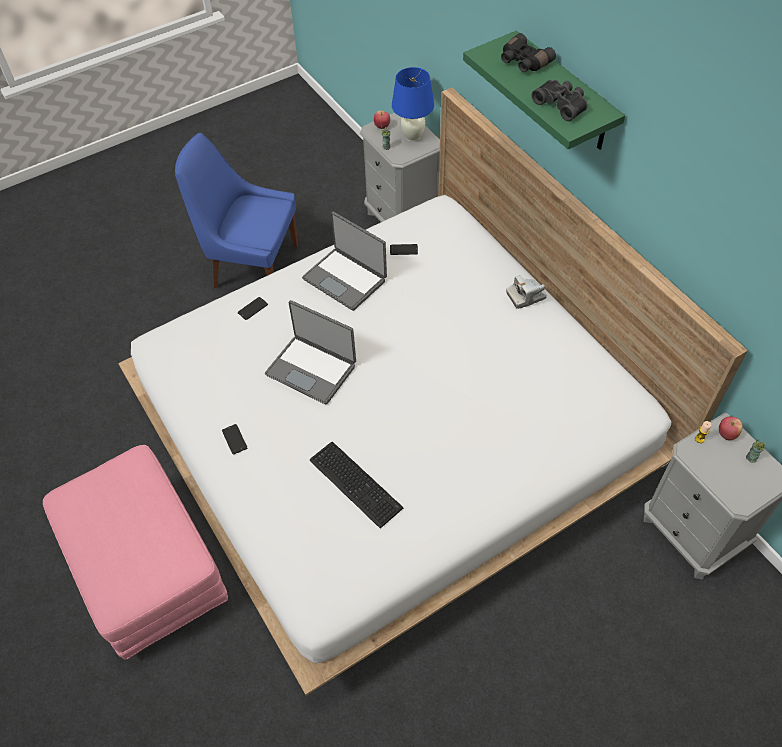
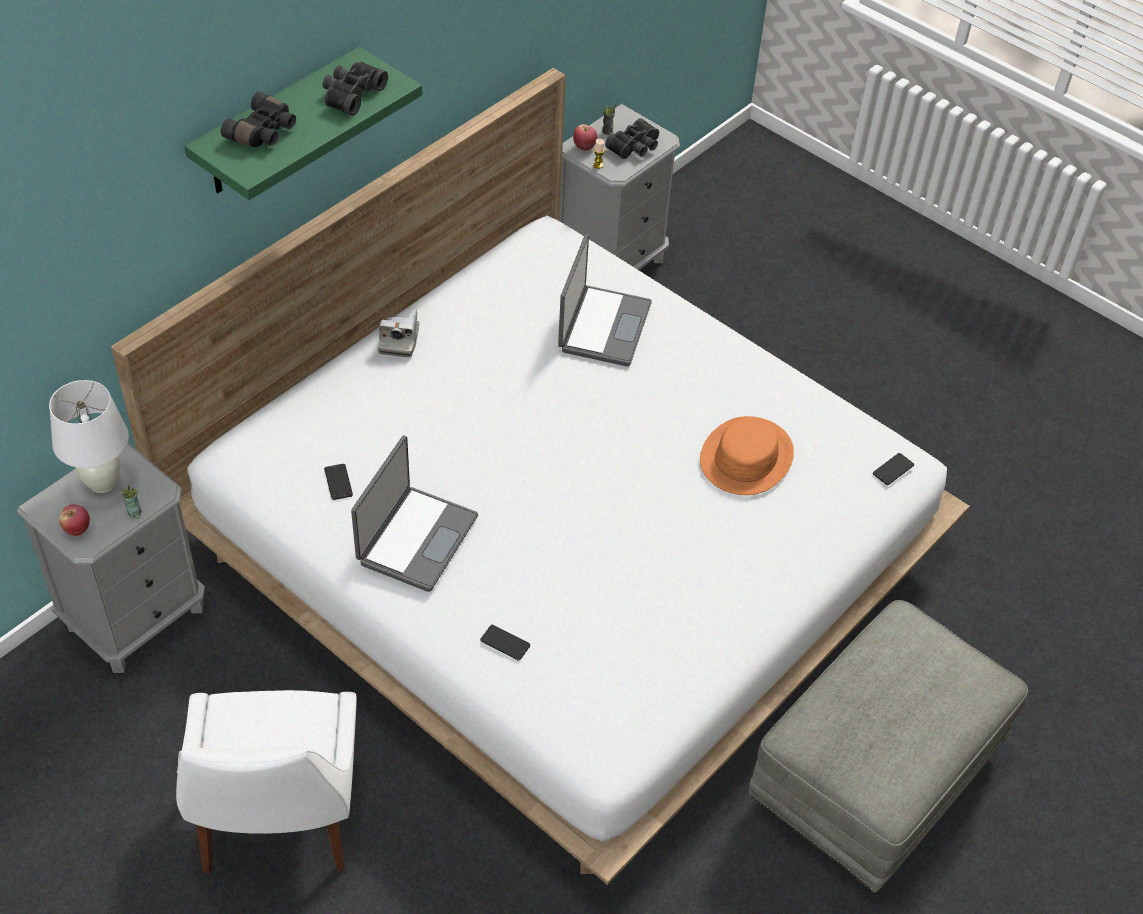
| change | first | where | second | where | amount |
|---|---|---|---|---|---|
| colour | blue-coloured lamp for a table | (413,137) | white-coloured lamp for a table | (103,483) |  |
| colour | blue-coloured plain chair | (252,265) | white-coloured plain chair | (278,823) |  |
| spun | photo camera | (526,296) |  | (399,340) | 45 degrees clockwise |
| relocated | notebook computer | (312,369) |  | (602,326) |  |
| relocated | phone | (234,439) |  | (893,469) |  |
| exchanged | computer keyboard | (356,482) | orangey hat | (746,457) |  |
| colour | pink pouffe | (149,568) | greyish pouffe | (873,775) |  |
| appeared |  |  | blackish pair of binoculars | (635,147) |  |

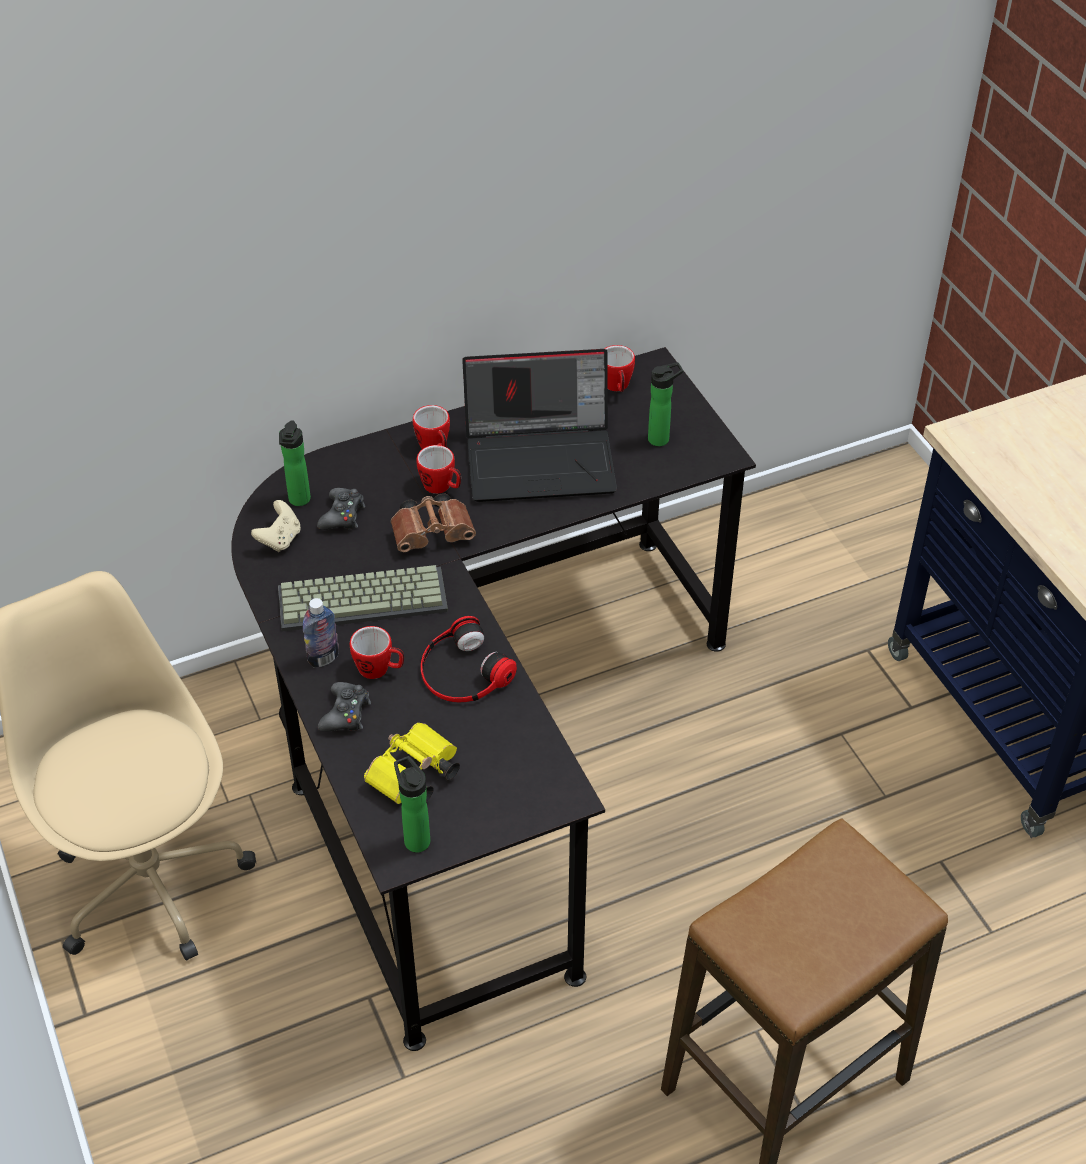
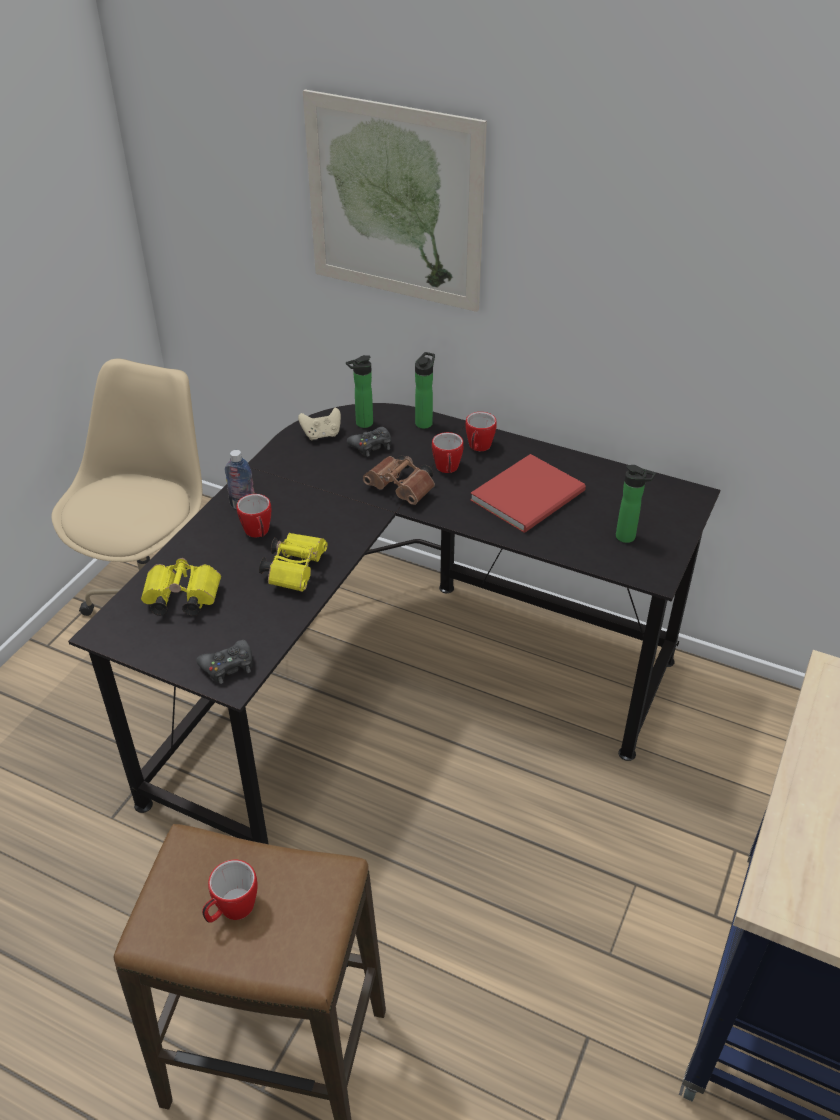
| change | first | where | second | where | amount |
|---|---|---|---|---|---|
| relocated | coffee mug | (617,387) |  | (231,910) |  |
| exchanged | notebook computer | (542,458) | reddish bound book | (531,495) |  |
| missing | computer keyboard | (364,598) |  |  |  |
| exchanged | pair of headphones | (463,671) | yellow pair of binoculars | (295,569) |  |
| relocated | blackish gamepad | (346,713) |  | (228,666) |  |
| relocated | bottle | (415,838) |  | (425,422) |  |
| appeared |  |  | picture | (394,203) |  |

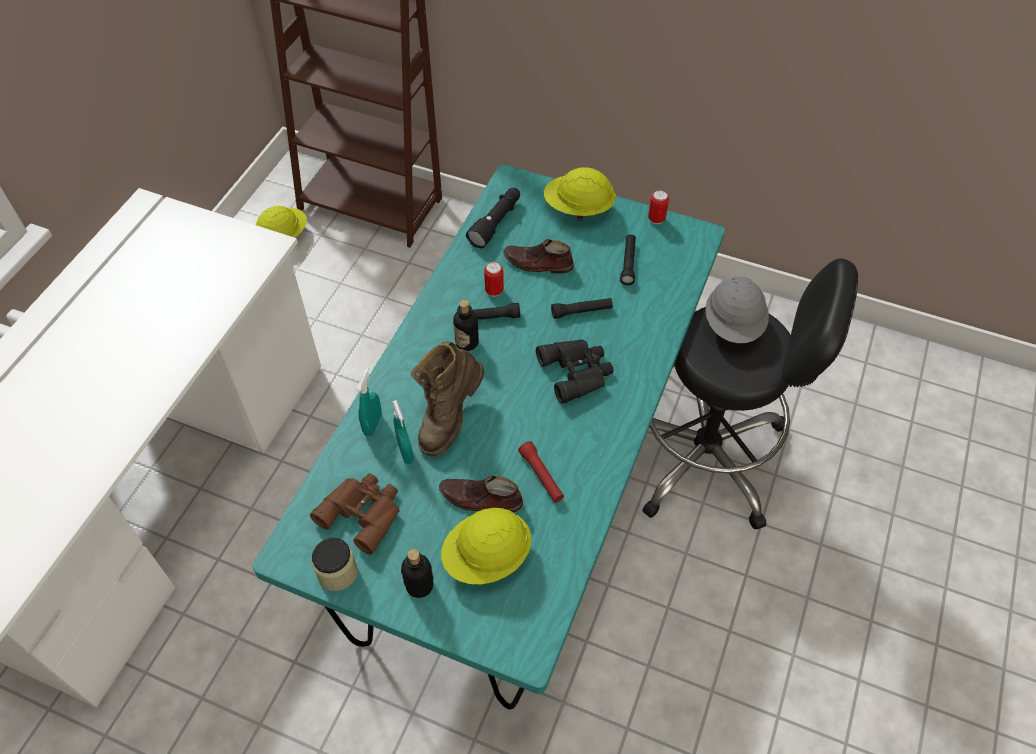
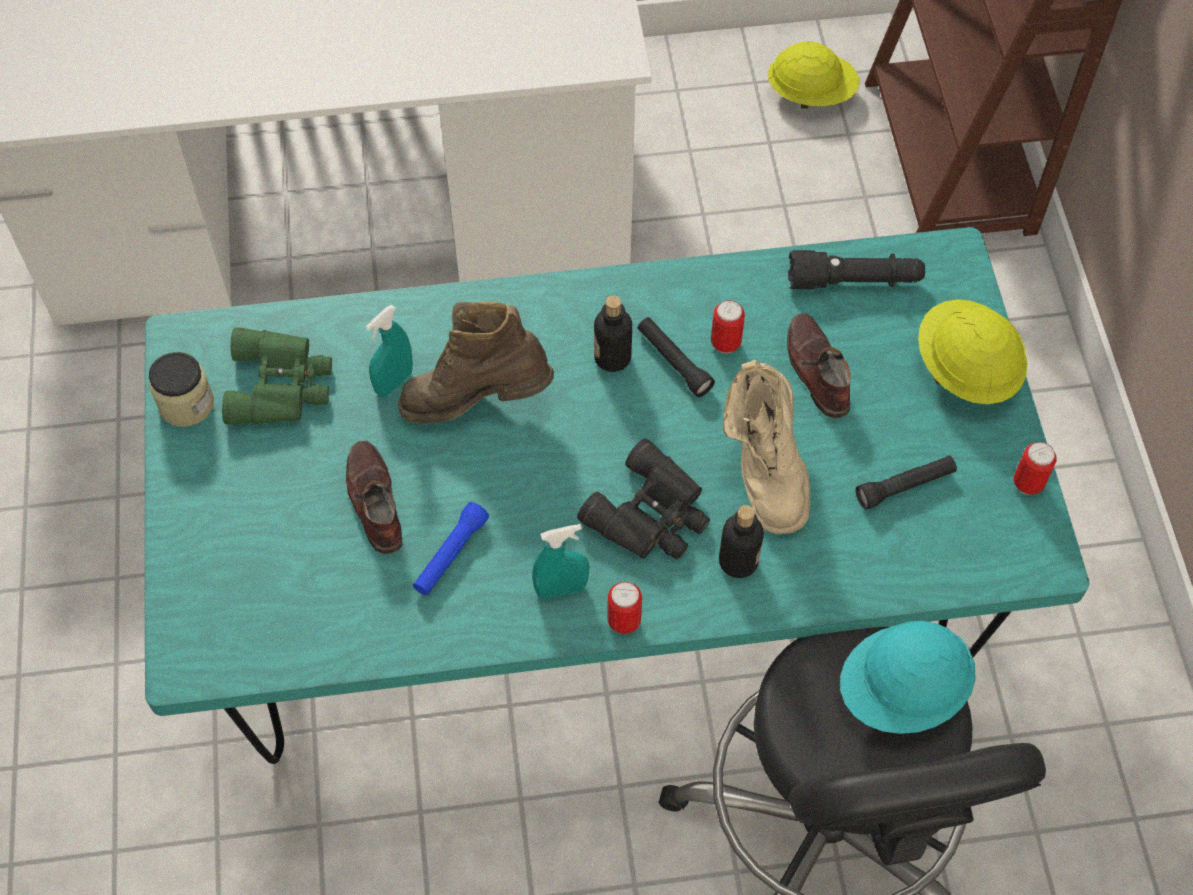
| change | first | where | second | where | amount |
|---|---|---|---|---|---|
| colour | greyish work helmet | (733,325) | turquoise-coloured work helmet | (902,692) |  |
| exchanged | blackish hand torch | (581,312) | beige-coloured boot | (765,469) |  |
| relocated | turquoise-coloured hand sprayer | (373,424) |  | (561,589) |  |
| colour | reddish hand torch | (541,476) | blue-coloured hand torch | (450,555) |  |
| colour | brown pair of binoculars | (363,512) | green pair of binoculars | (282,385) |  |
| missing | yellow work helmet | (487,557) |  |  |  |
| relocated | bottle | (419,585) |  | (738,561) |  |
| appeared |  |  | metal can | (624,621) |  |

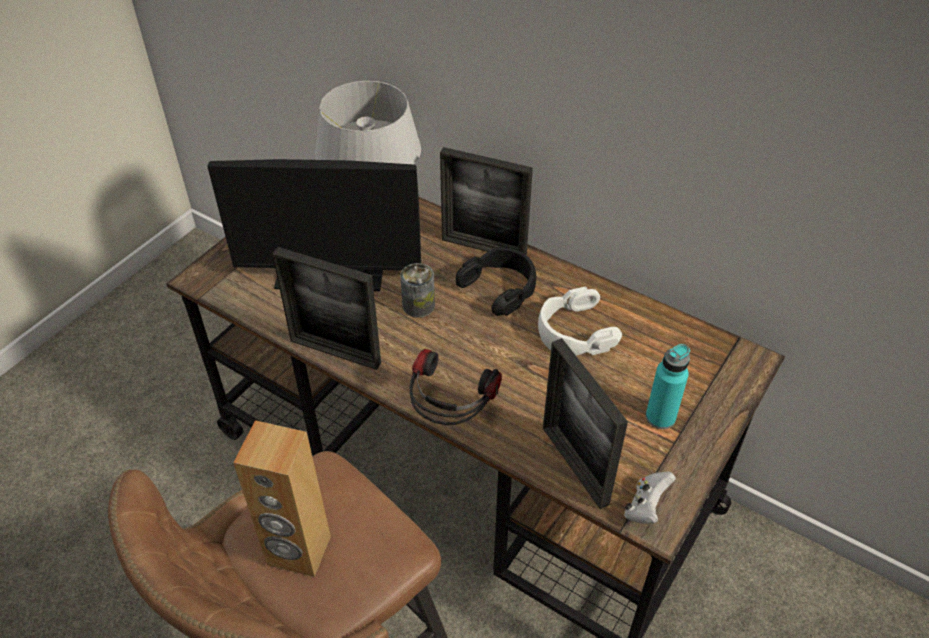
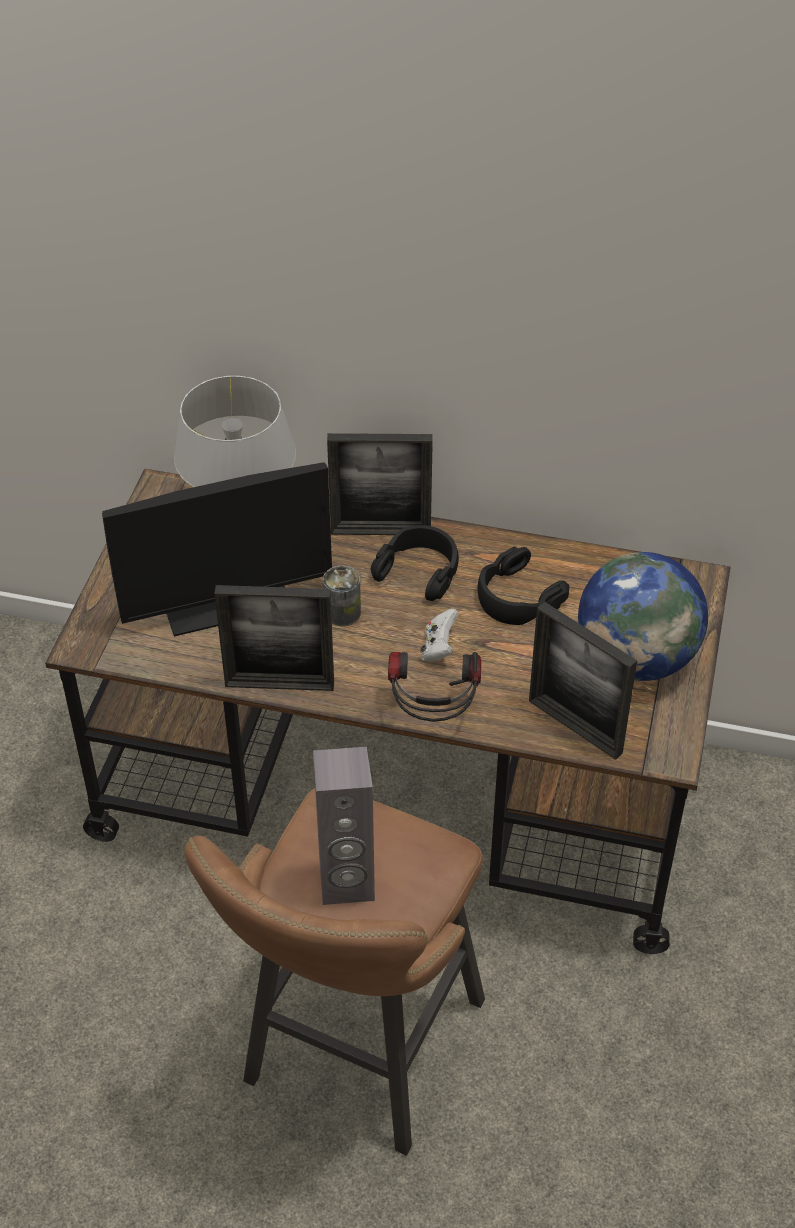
| change | first | where | second | where | amount |
|---|---|---|---|---|---|
| colour | white-coloured pair of headphones | (574,331) | blackish pair of headphones | (517,597) |  |
| exchanged | turquoise-coloured bottle | (660,417) | world globe | (636,658) |  |
| colour | brown audio speaker | (299,551) | greyish audio speaker | (347,883) |  |
| relocated | white-coloured gamepad | (645,507) |  | (438,648) |  |

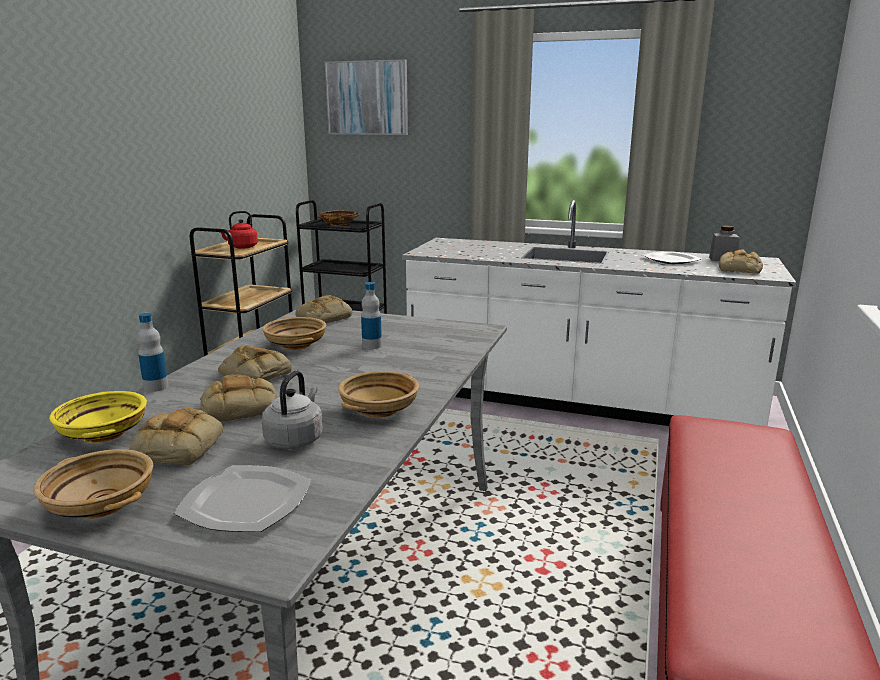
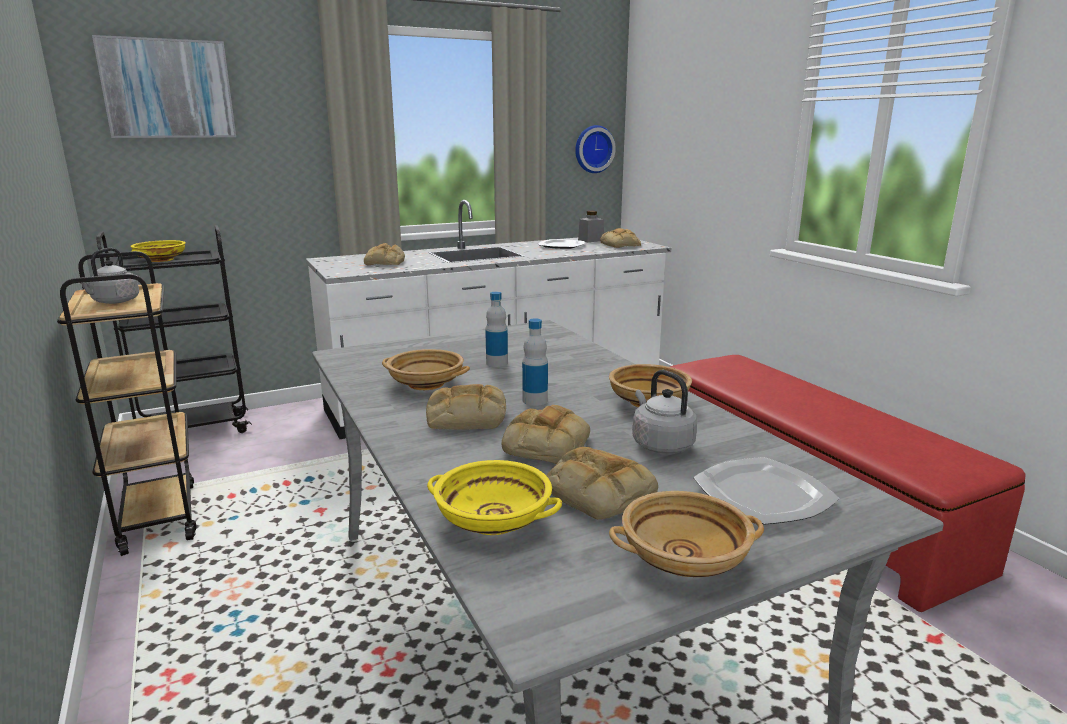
| change | first | where | second | where | amount |
|---|---|---|---|---|---|
| colour | brown serving bowl | (338,224) | yellow serving bowl | (161,259) |  |
| colour | reddish kettle | (241,247) | greyish kettle | (114,302) |  |
| relocated | bread | (324,318) |  | (385,262) |  |
| relocated | bottle | (156,387) |  | (535,400) |  |
| appeared |  |  | wall clock | (593,149) |  |

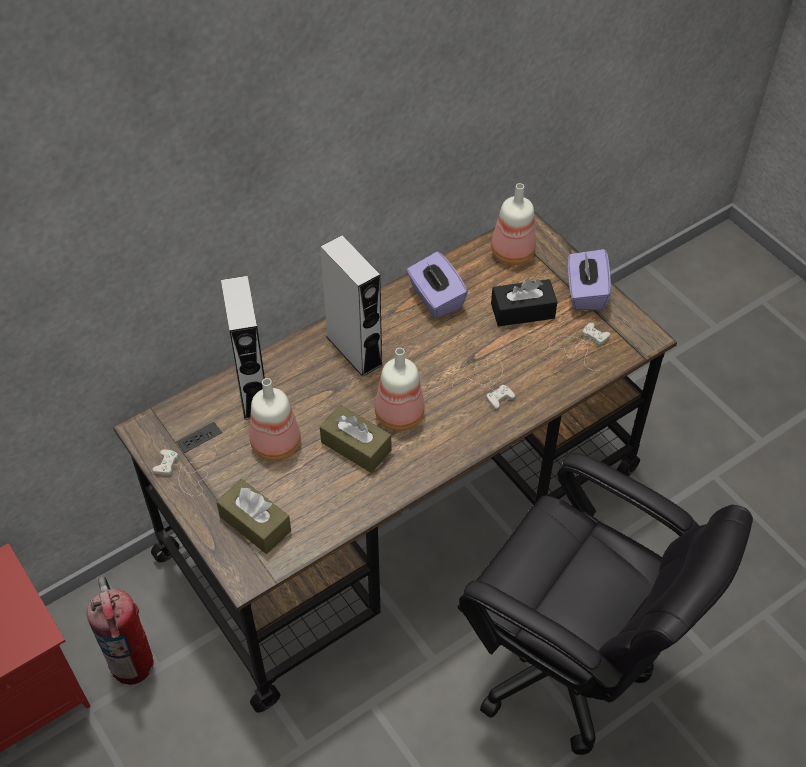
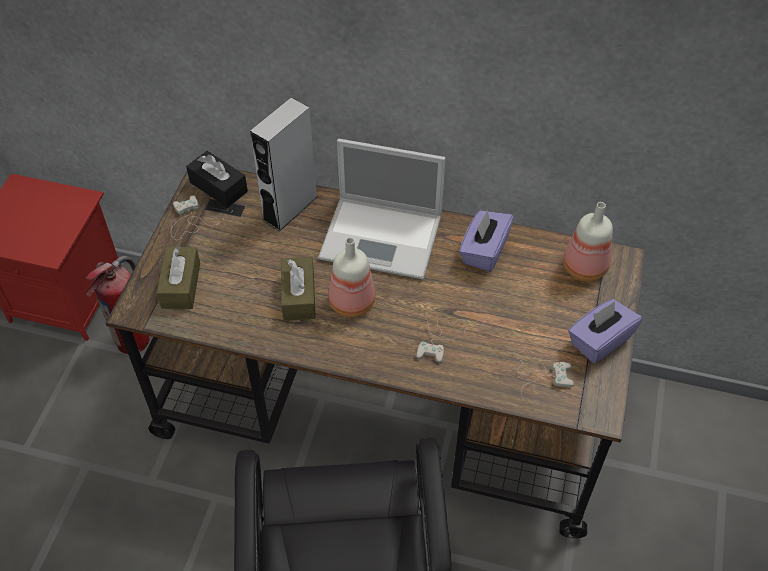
| change | first | where | second | where | amount |
|---|---|---|---|---|---|
| exchanged | greyish audio speaker | (354,350) | notebook computer | (383,237) |  |
| relocated | blackish box of tissues | (522,311) |  | (218,187) |  |
| missing | bottle | (275,442) |  |  |  |

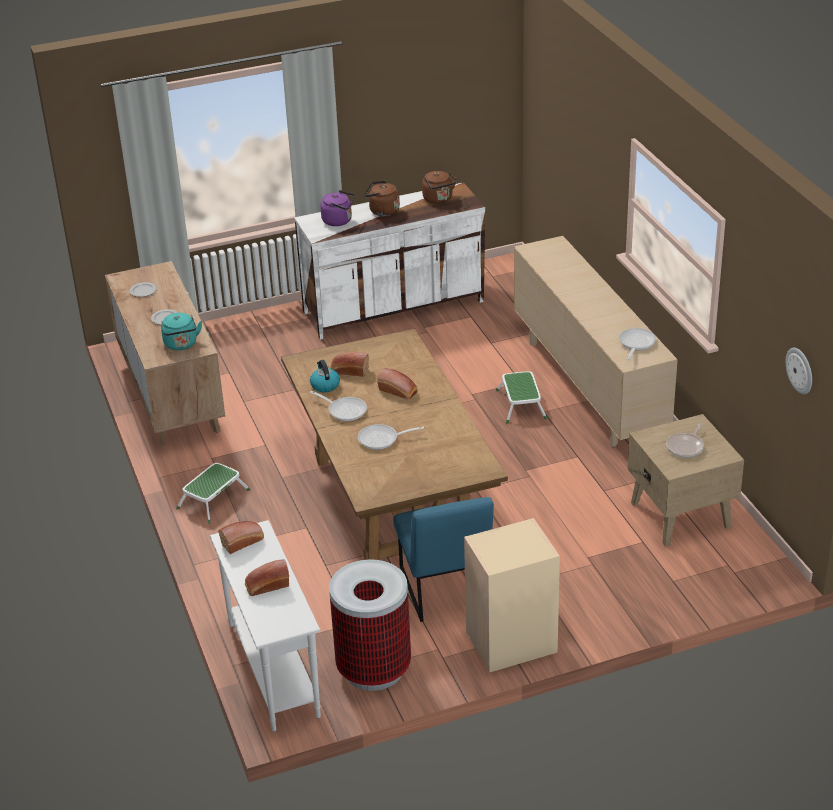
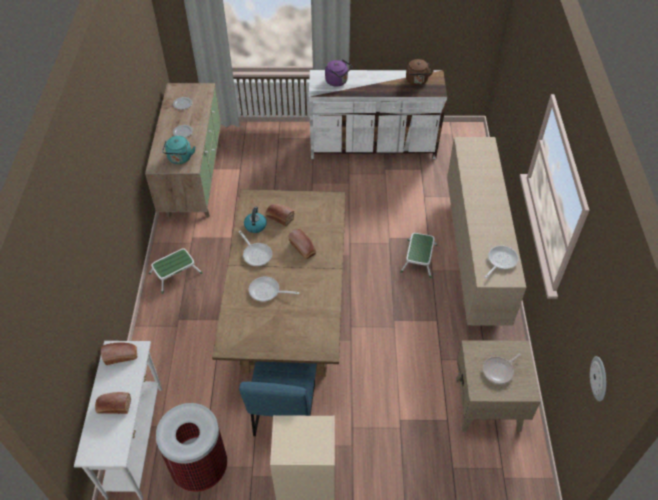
| change | first | where | second | where | amount |
|---|---|---|---|---|---|
| missing | brown kettle | (382,211) |  |  |  |

